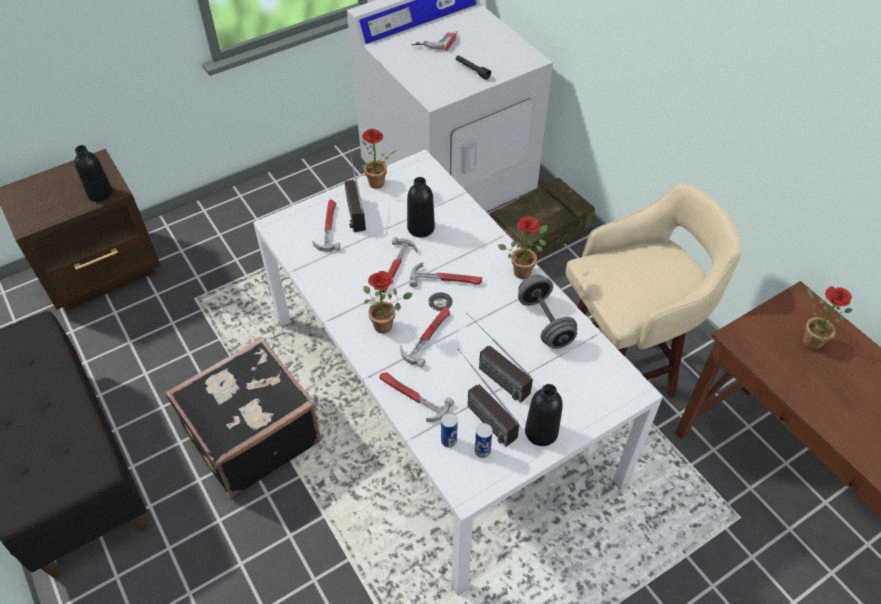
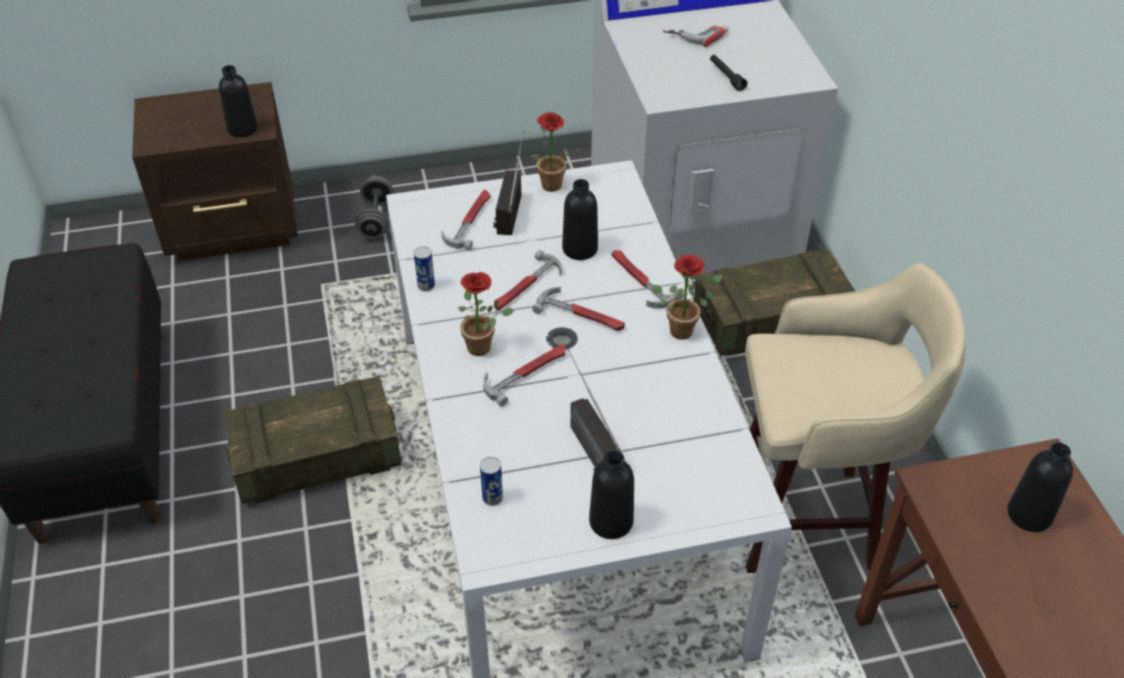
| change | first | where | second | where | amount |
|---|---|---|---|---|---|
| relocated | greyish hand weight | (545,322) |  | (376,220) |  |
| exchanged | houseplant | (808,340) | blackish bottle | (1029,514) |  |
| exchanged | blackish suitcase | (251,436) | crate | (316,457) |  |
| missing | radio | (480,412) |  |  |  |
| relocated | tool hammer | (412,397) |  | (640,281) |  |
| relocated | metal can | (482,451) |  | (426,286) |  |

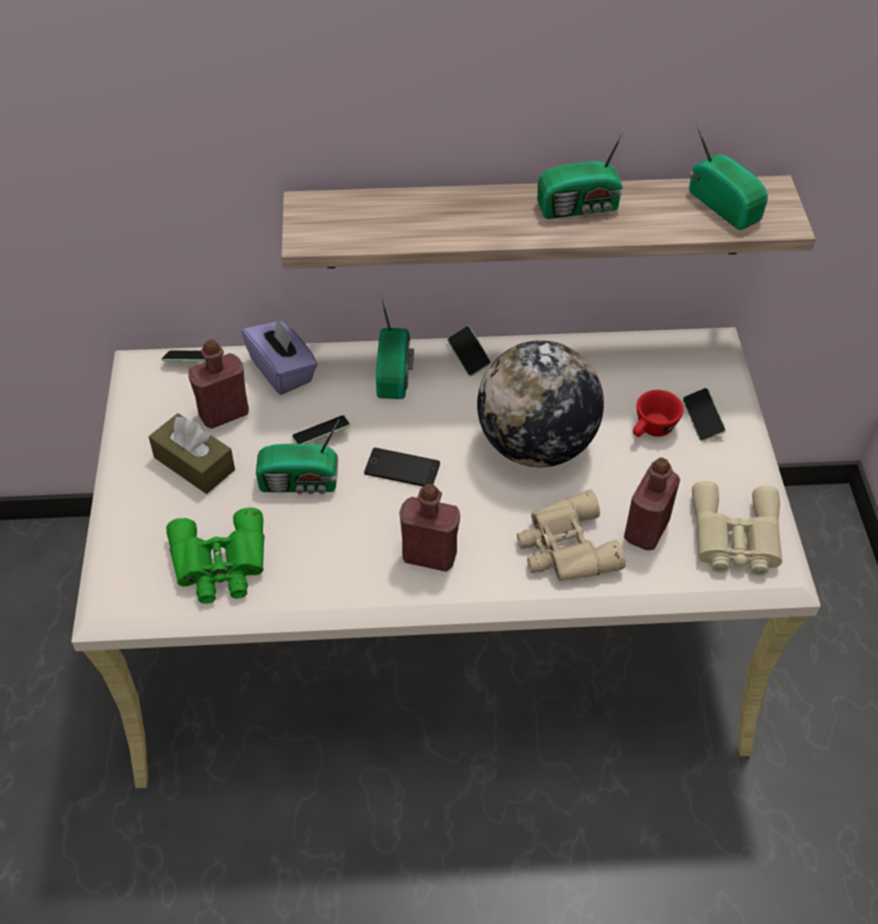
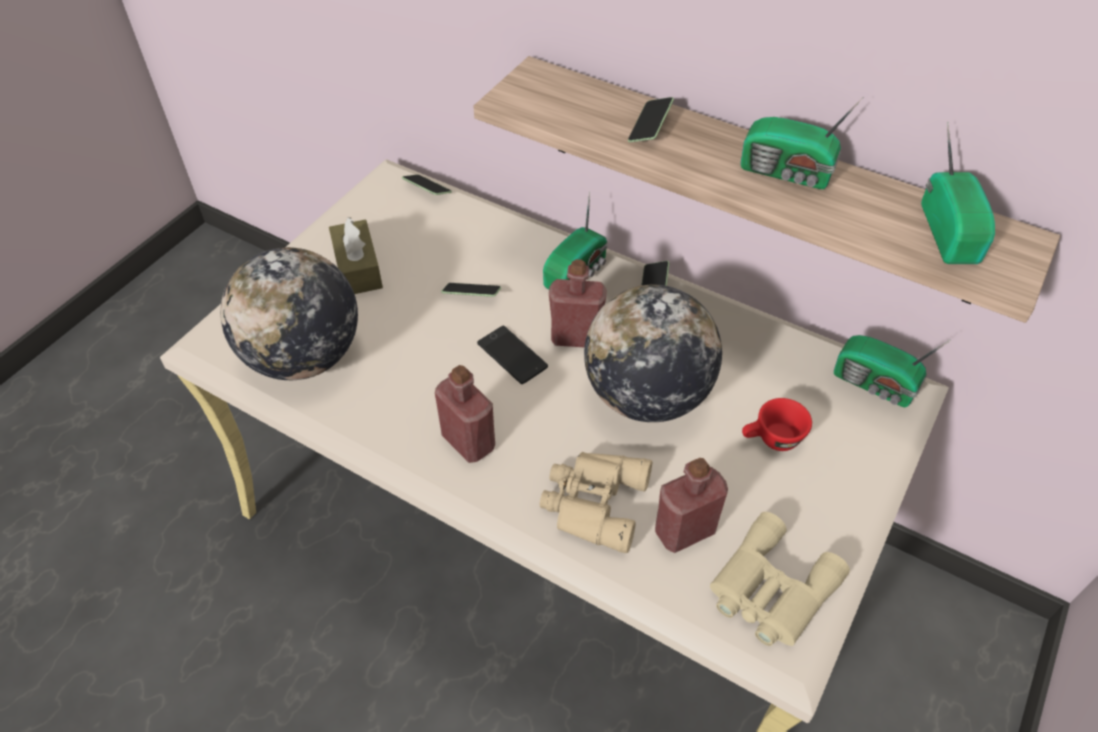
| change | first | where | second | where | amount |
|---|---|---|---|---|---|
| missing | purple-coloured box of tissues | (282,371) |  |  |  |
| relocated | reddish bottle | (224,414) |  | (576,337) |  |
| relocated | phone | (702,420) |  | (650,127) |  |
| relocated | radio | (301,483) |  | (876,385) |  |
| exchanged | green pair of binoculars | (220,565) | world globe | (304,357) |  |

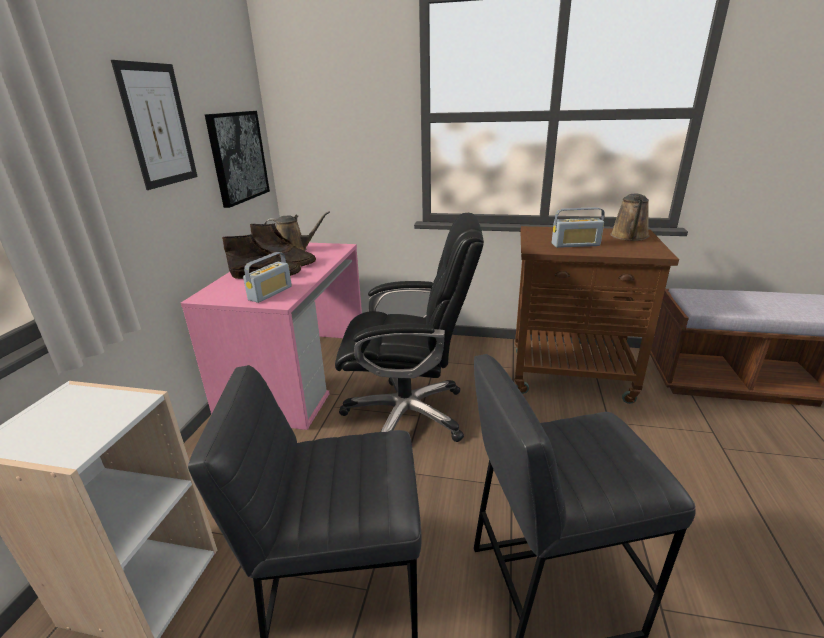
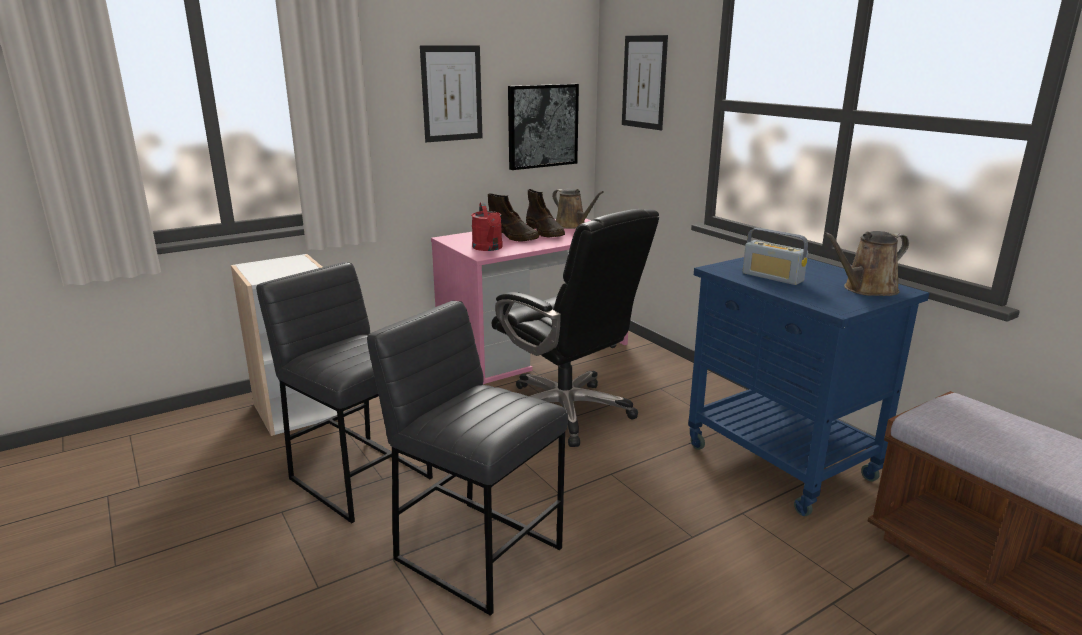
| change | first | where | second | where | amount |
|---|---|---|---|---|---|
| colour | brown wheeled cart | (571,377) | blue-coloured wheeled cart | (780,464) |  |
| exchanged | radio | (270,293) | reddish sprinkling can | (489,248) |  |
| appeared |  |  | picture | (644,82) |  |

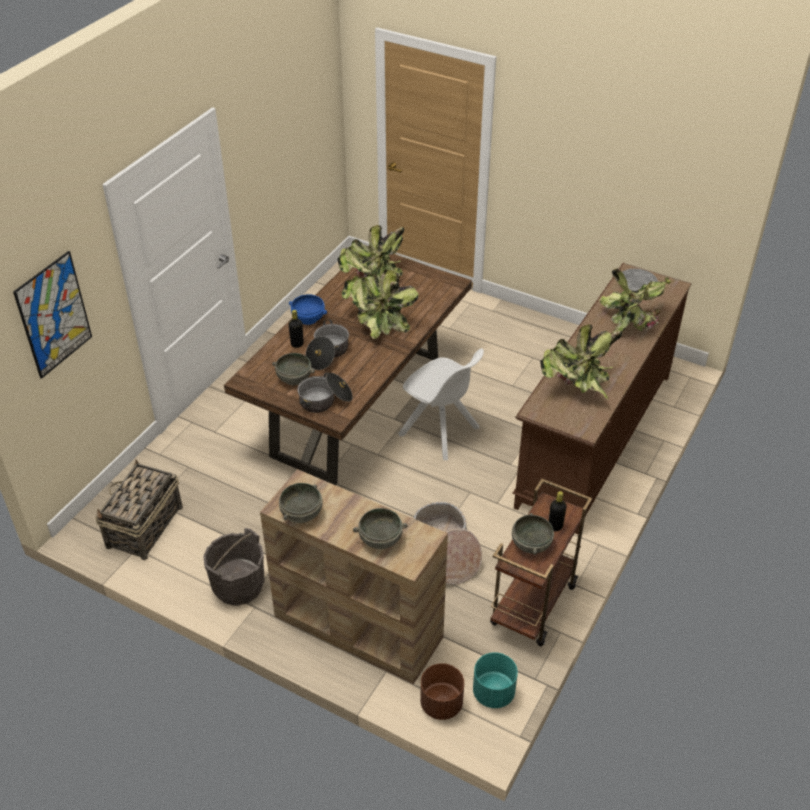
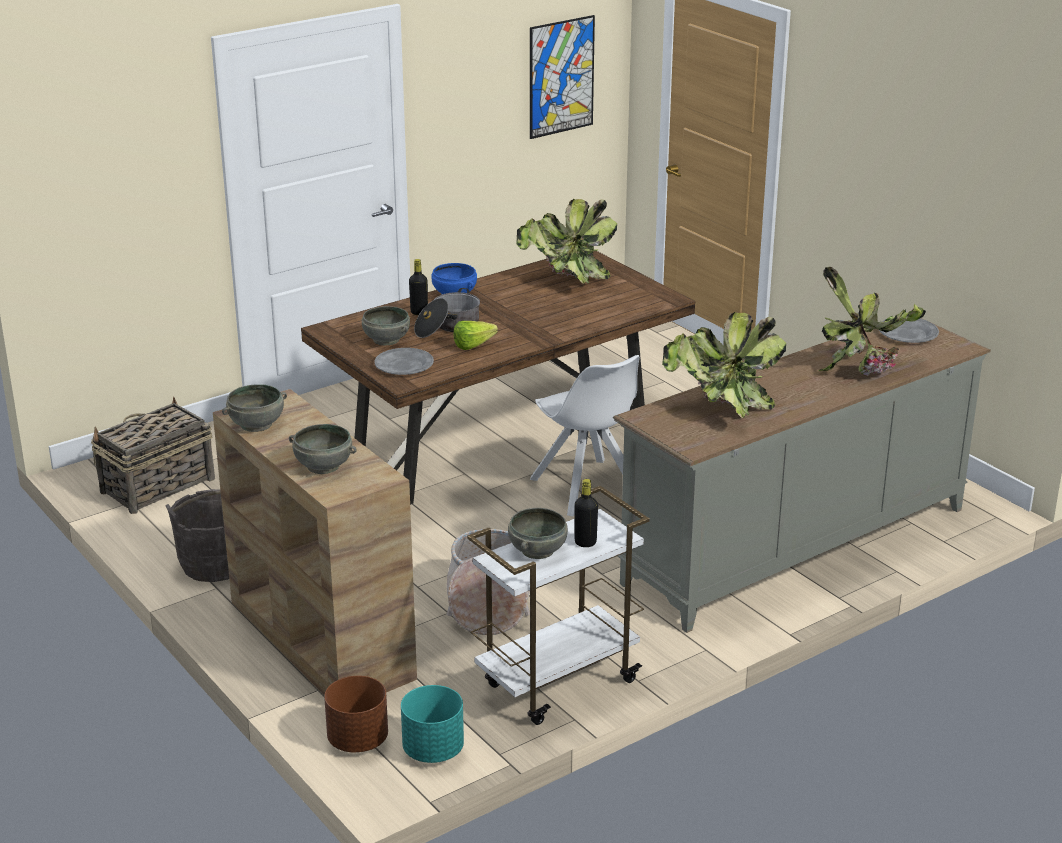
| change | first | where | second | where | amount |
|---|---|---|---|---|---|
| relocated | picture | (54,315) |  | (561,77) |  |
| colour | brown storage cabinet | (593,438) | greyish storage cabinet | (794,544) |  |
| missing | houseplant | (378,325) |  |  |  |
| exchanged | cooking pot | (325,400) | greyish flat dish | (404,365) |  |
| colour | brown wheeled cart | (531,609) | white-coloured wheeled cart | (556,686) |  |
| appeared |  |  | lettuce | (477,345) |  |

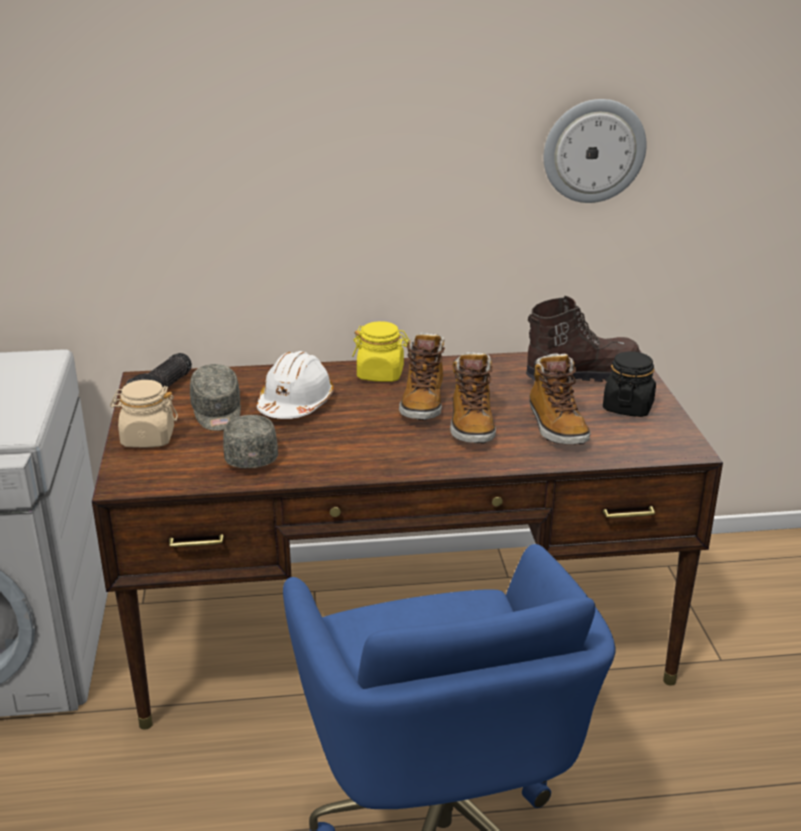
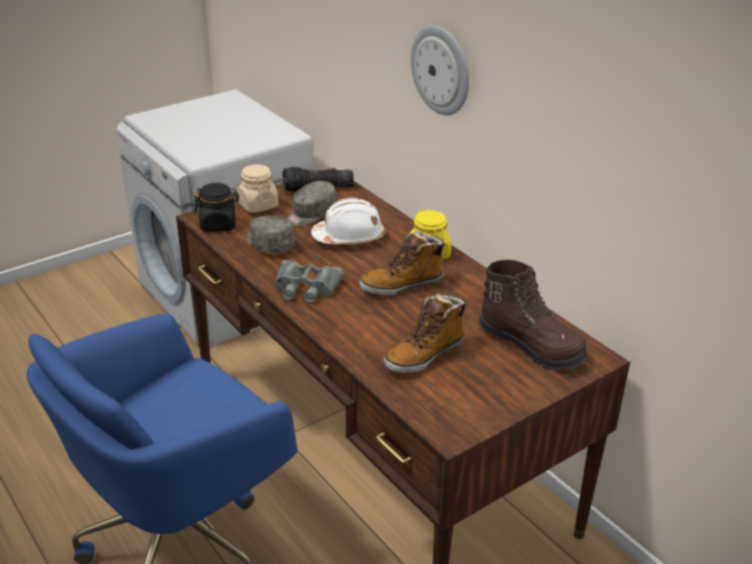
| change | first | where | second | where | amount |
|---|---|---|---|---|---|
| relocated | wall clock | (593,151) |  | (441,70) |  |
| relocated | blackish jar | (628,407) |  | (218,225) |  |
| missing | boot | (471,425) |  |  |  |
| spun | greyish peaked cap | (250,454) |  | (268,244) | 90 degrees counterclockwise |
| appeared |  |  | greyish pair of binoculars | (306,288) |  |

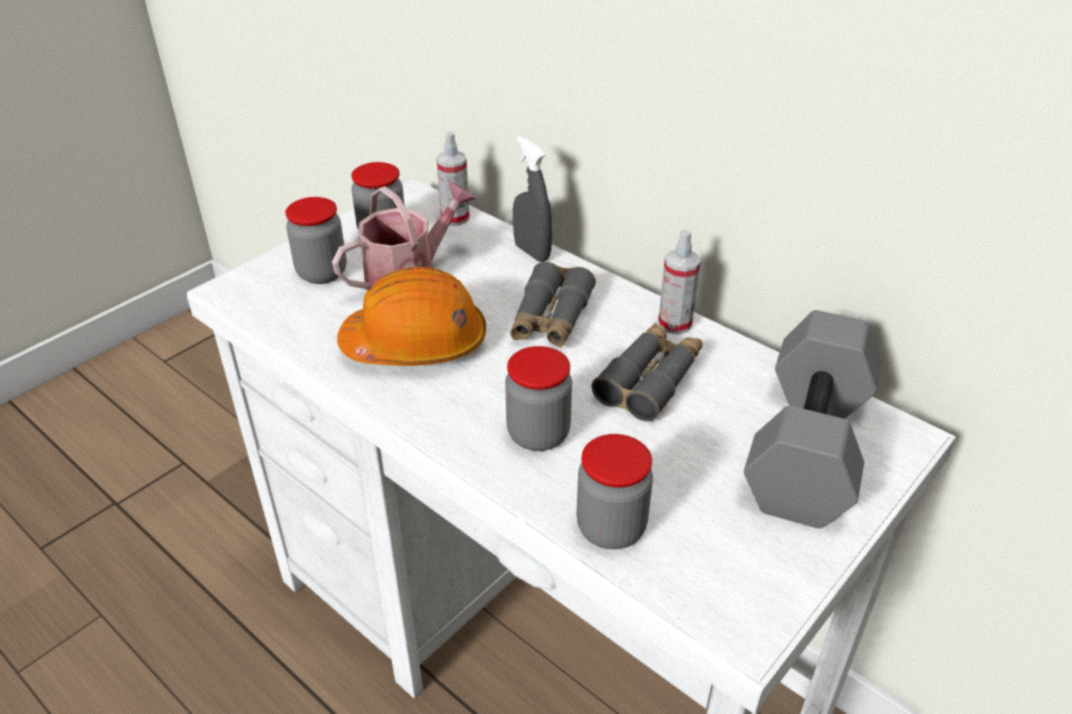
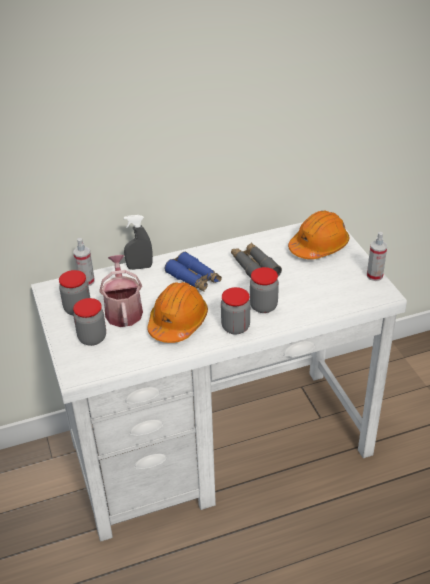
| change | first | where | second | where | amount |
|---|---|---|---|---|---|
| relocated | hand sprayer | (674,324) |  | (374,276) |  |
| colour | greyish pair of binoculars | (551,318) | blue-coloured pair of binoculars | (194,278) |  |
| exchanged | greyish hand weight | (811,449) | orangey work helmet | (319,246) |  |
| relocated | jar | (611,528) |  | (235,327) |  |

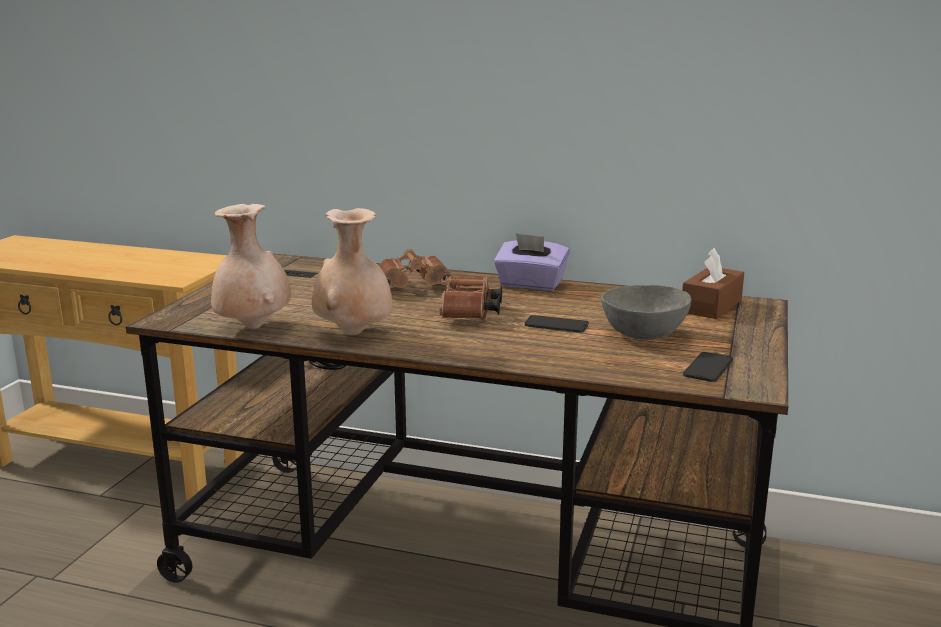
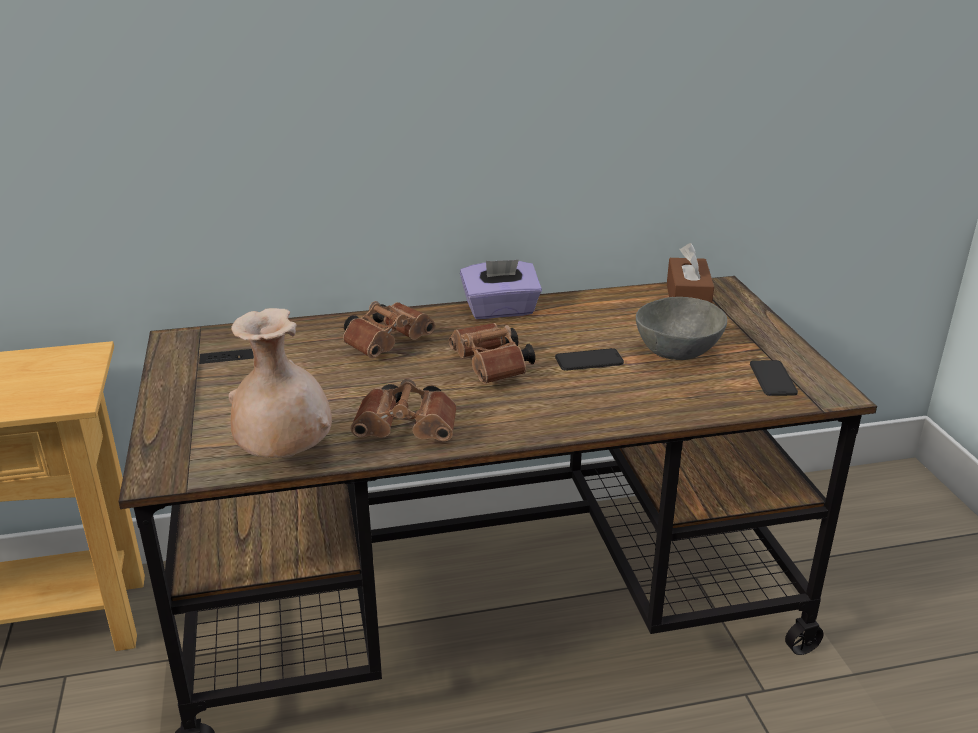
| change | first | where | second | where | amount |
|---|---|---|---|---|---|
| exchanged | beige-coloured vase | (353,333) | brown pair of binoculars | (409,431) |  |

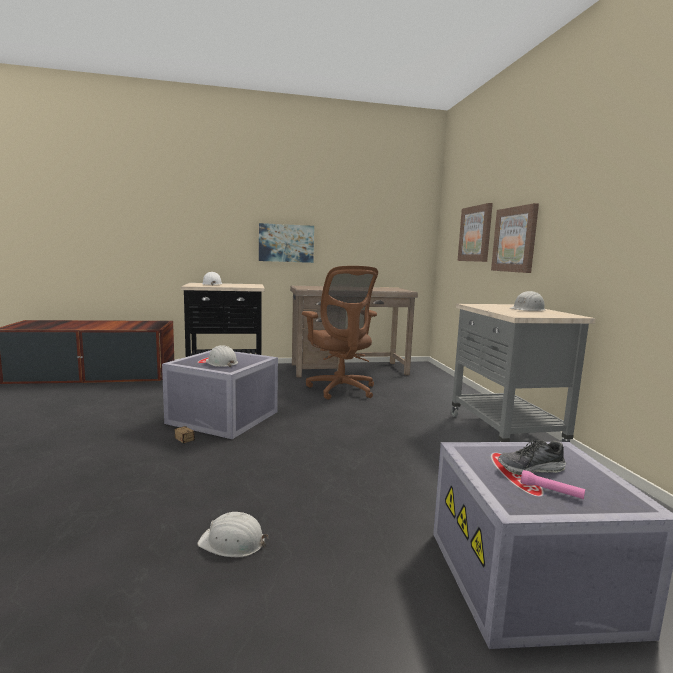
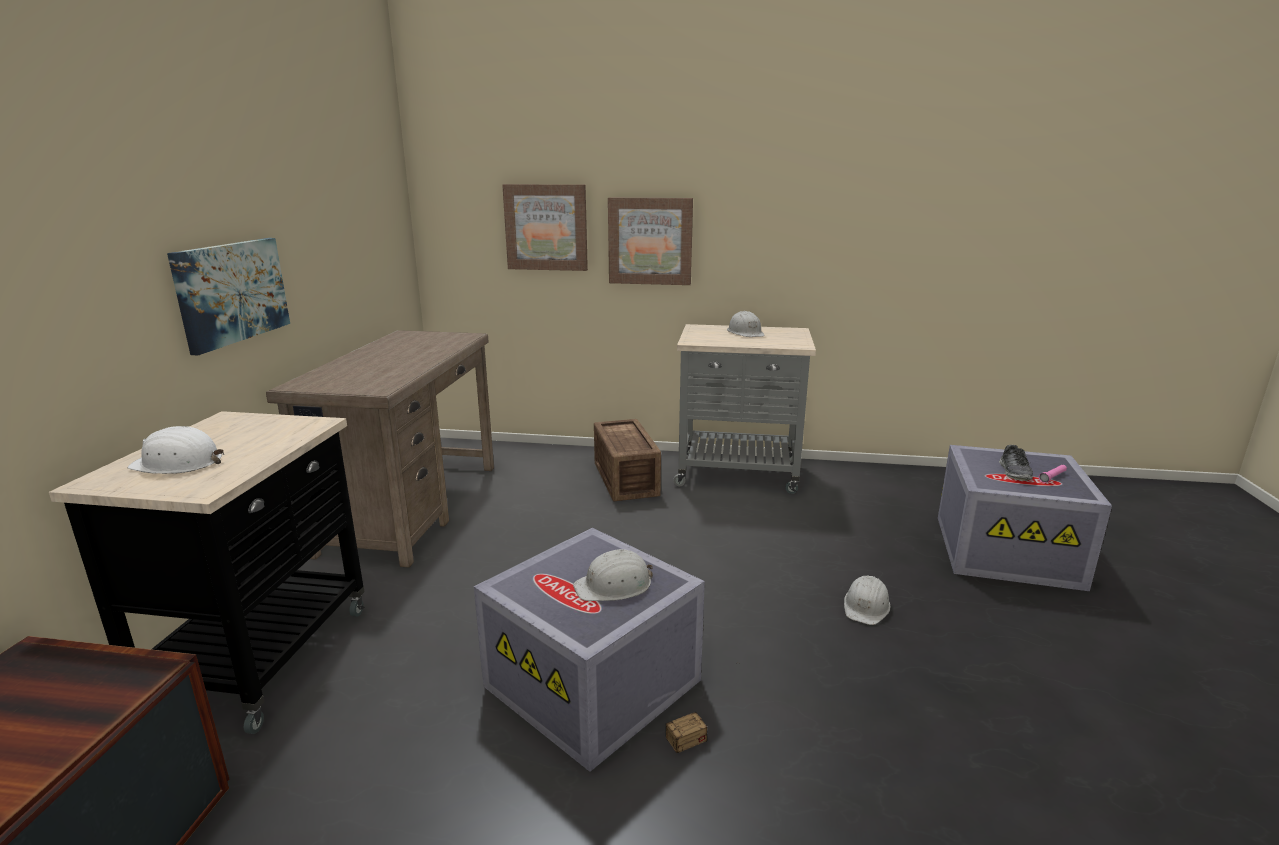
| change | first | where | second | where | amount |
|---|---|---|---|---|---|
| missing | brown desk chair | (338,388) |  |  |  |
| relocated | white-coloured work helmet | (233,542) |  | (866,606) |  |
| appeared |  |  | crate | (624,480) |  |

